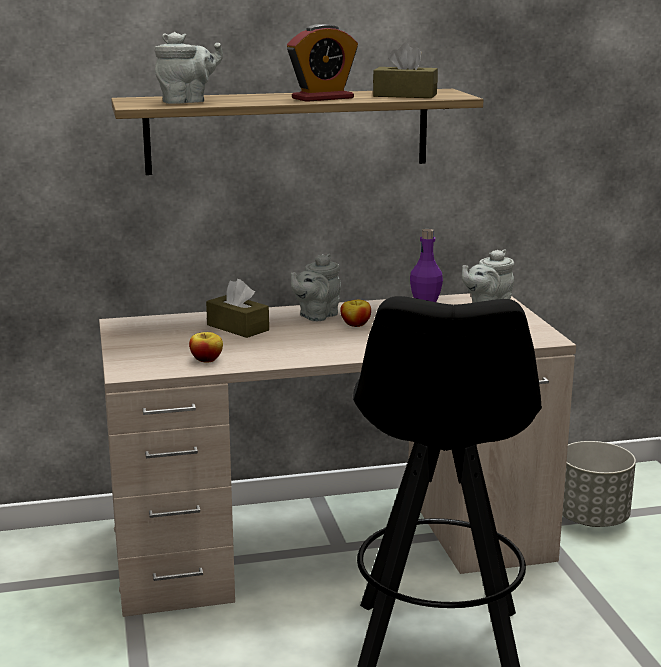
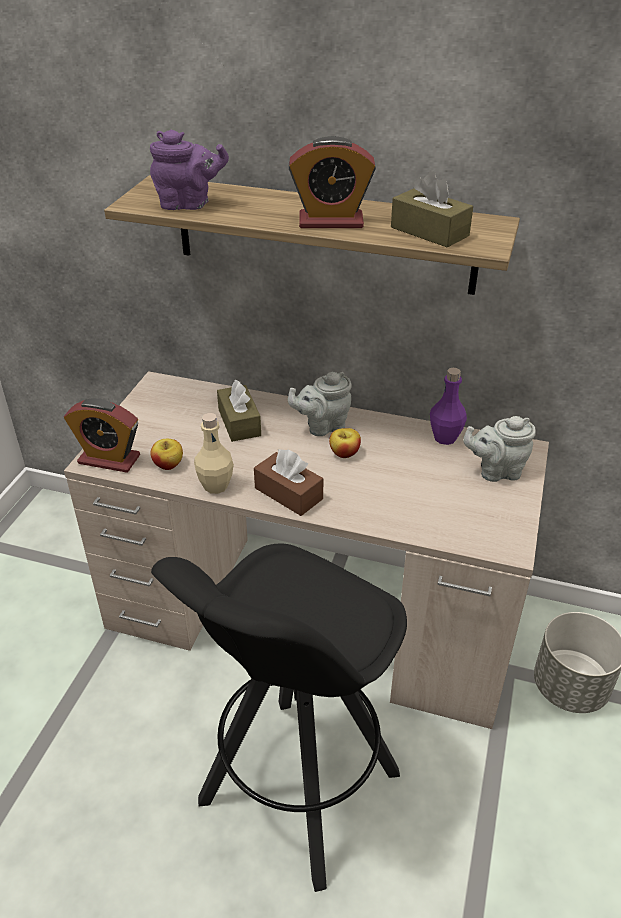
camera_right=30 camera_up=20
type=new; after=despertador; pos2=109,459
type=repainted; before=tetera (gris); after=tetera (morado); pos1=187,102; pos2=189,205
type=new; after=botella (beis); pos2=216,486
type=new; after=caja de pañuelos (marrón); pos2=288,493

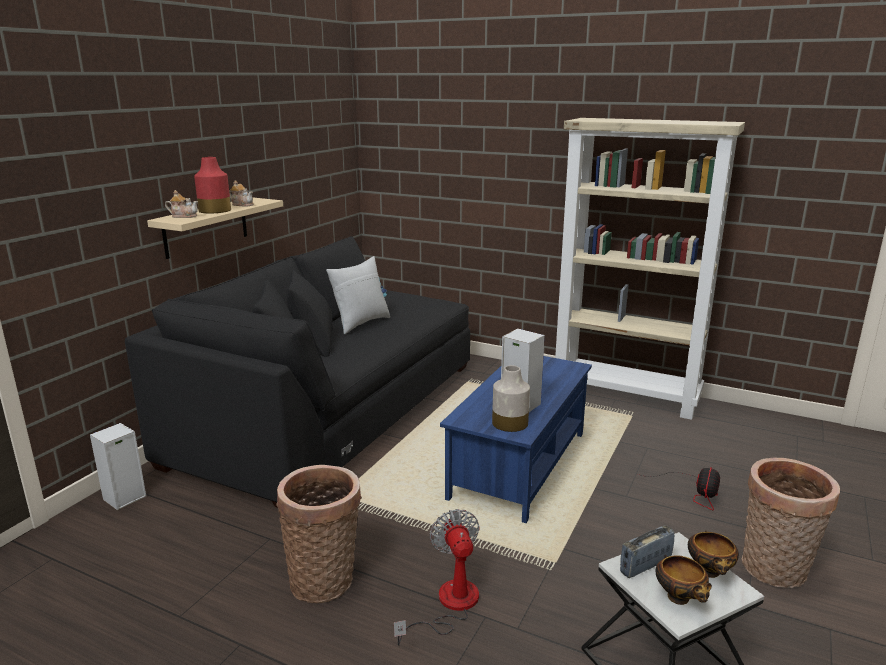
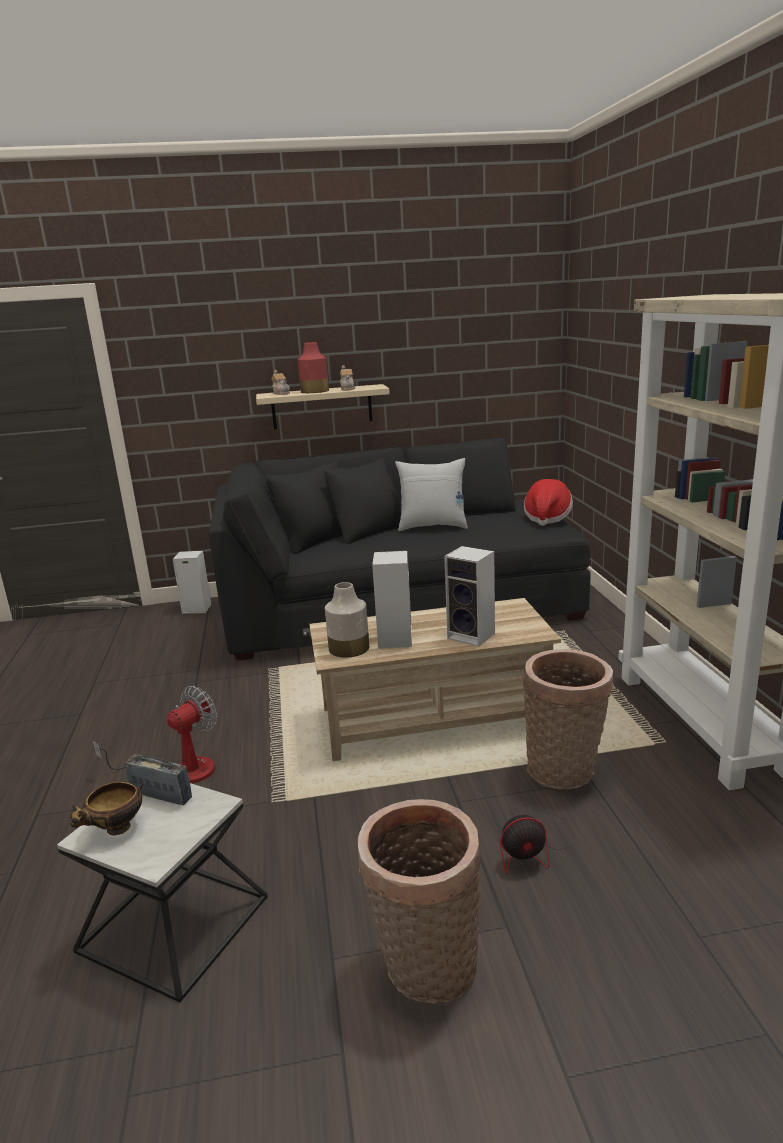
camera_right=55 camera_up=0
type=repainted; before=mesa de centro (azul); after=mesa de centro (beis); pos1=519,464; pos2=433,719
type=new; after=altavoz; pos2=473,636
type=shifted; before=cesta; pos1=325,579; pos2=564,770
type=new; after=sombrero; pos2=547,518
type=gone; before=cuenco; pos1=710,573

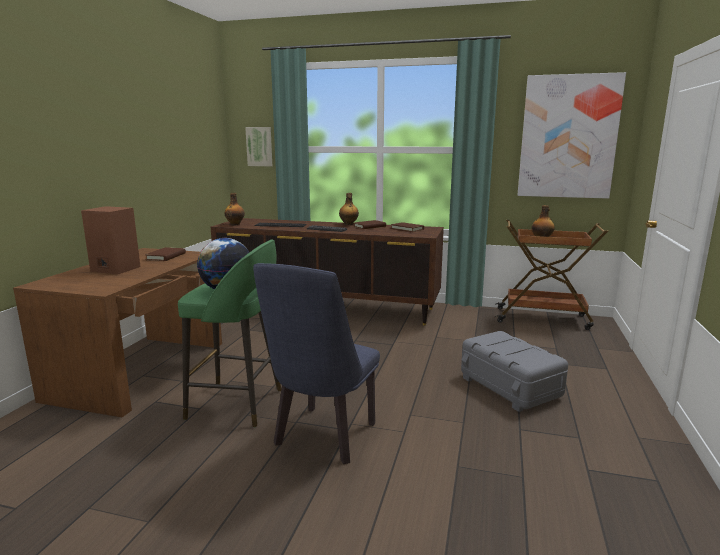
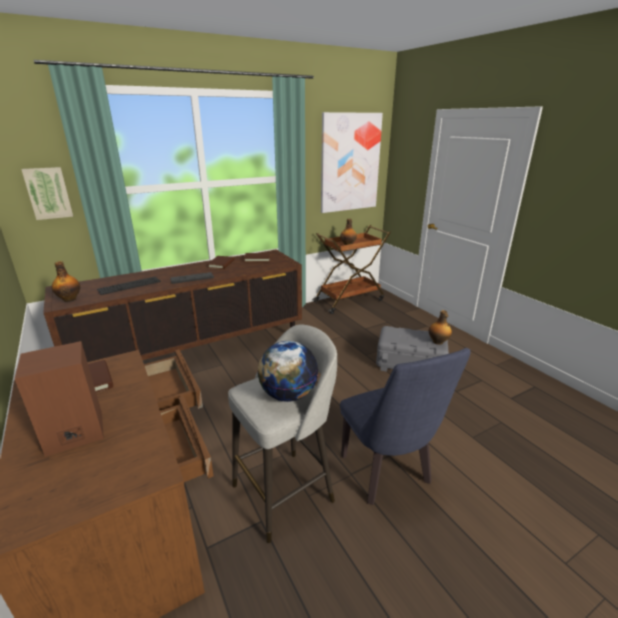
camera_right=-45 camera_up=10
type=repainted; before=taburete (verde); after=taburete (gris); pos1=238,404; pos2=285,492
type=shifted; before=botella; pos1=348,224; pos2=438,342

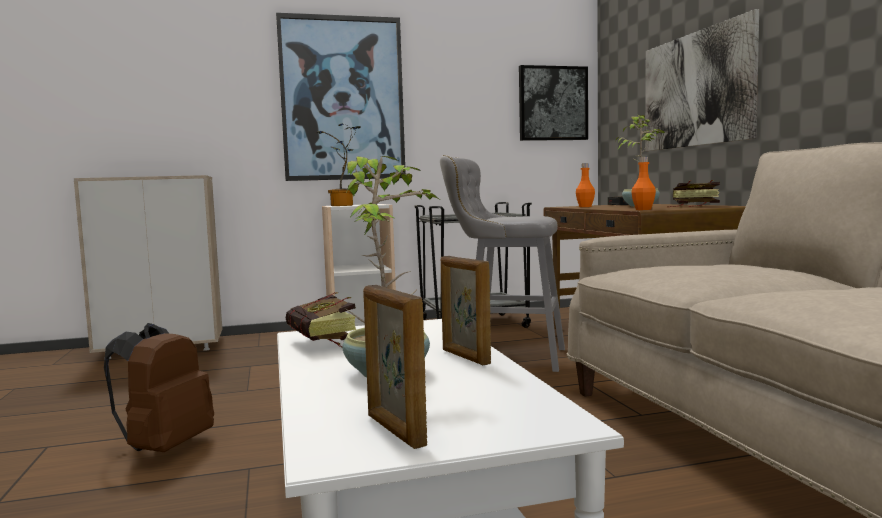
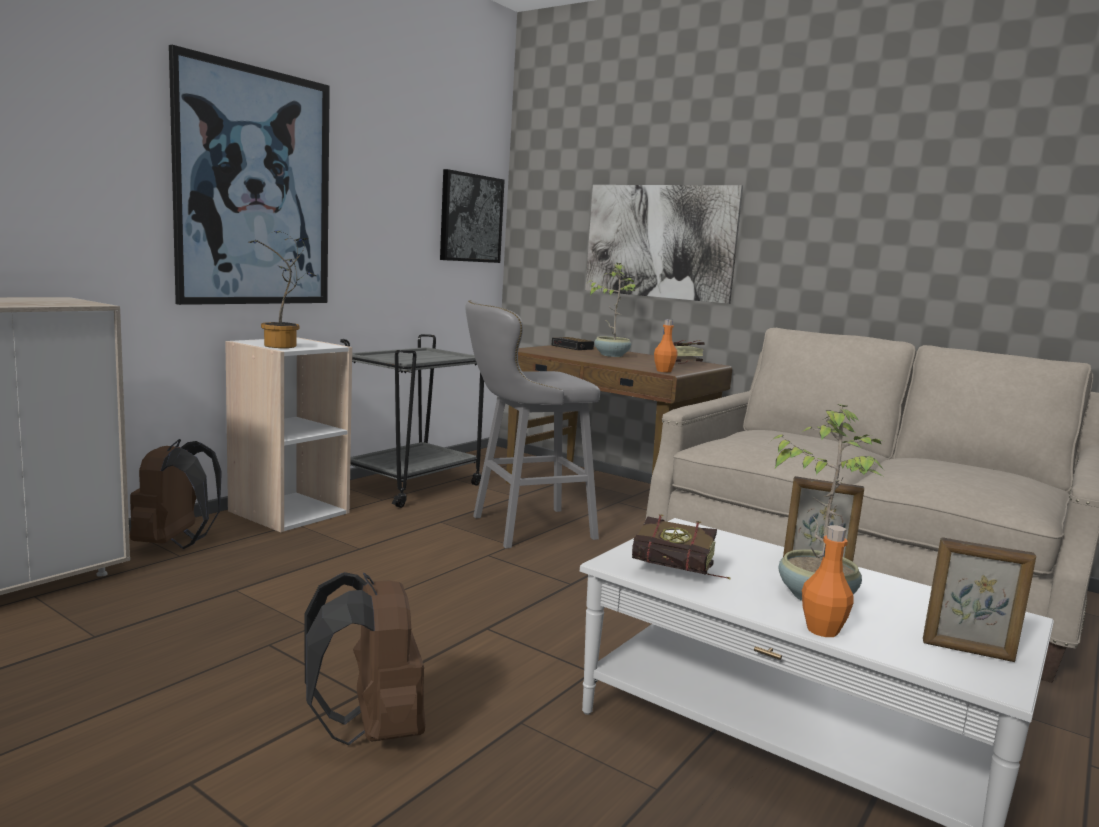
camera_right=-40 camera_up=5
type=new; after=mochila (marrón); pos2=174,543
type=shifted; before=botella (naranja); pos1=585,207; pos2=822,630

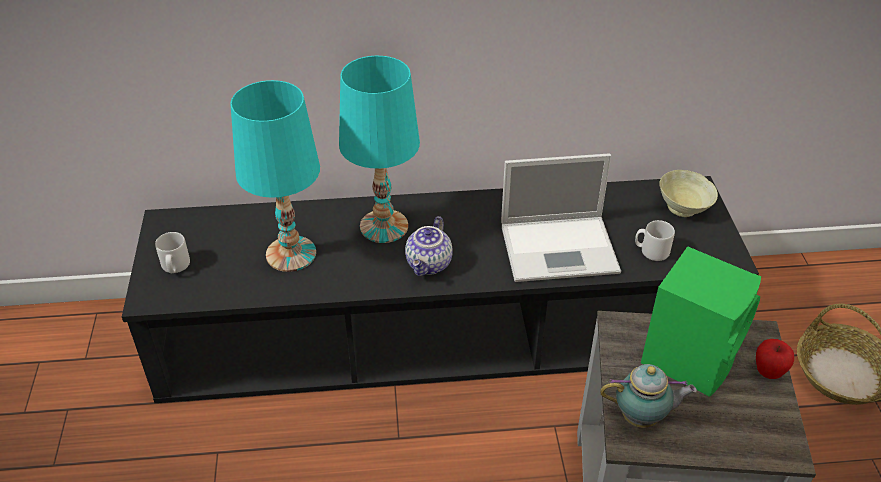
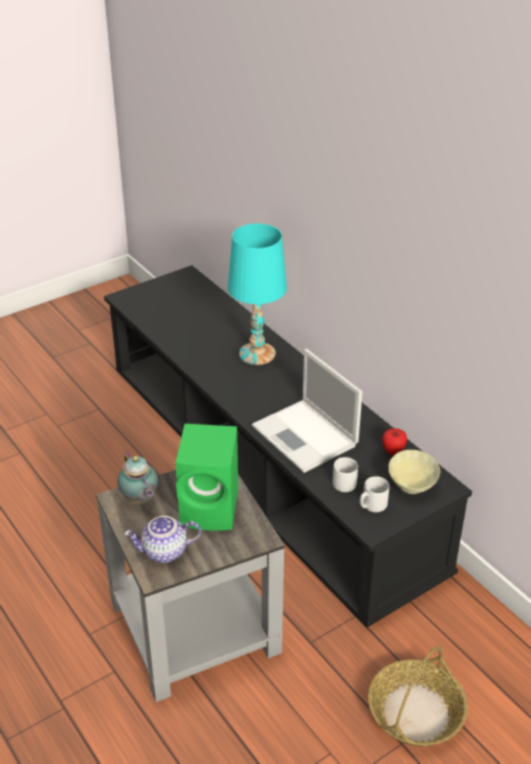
camera_right=60 camera_up=-5
type=shifted; before=tetera; pos1=430,264; pos2=164,552
type=shifted; before=taza grande (gris); pos1=175,266; pos2=372,505
type=shifted; before=manzana; pos1=768,372; pos2=393,452
type=gone; before=lámpara de mesa (turquesa); pos1=291,254

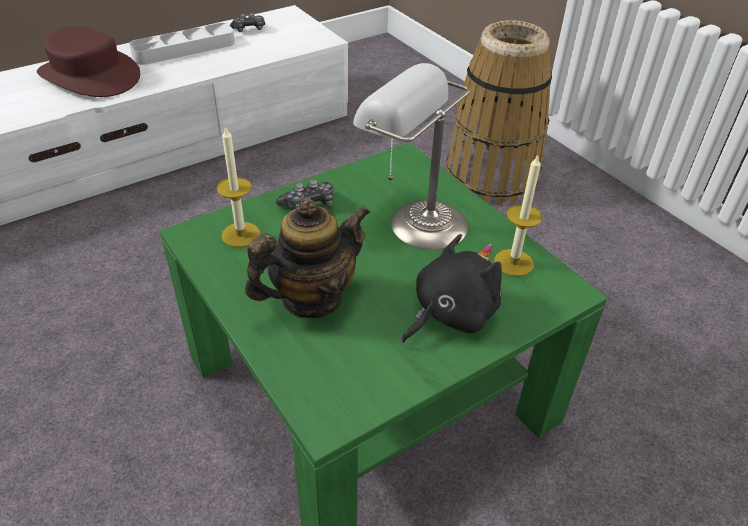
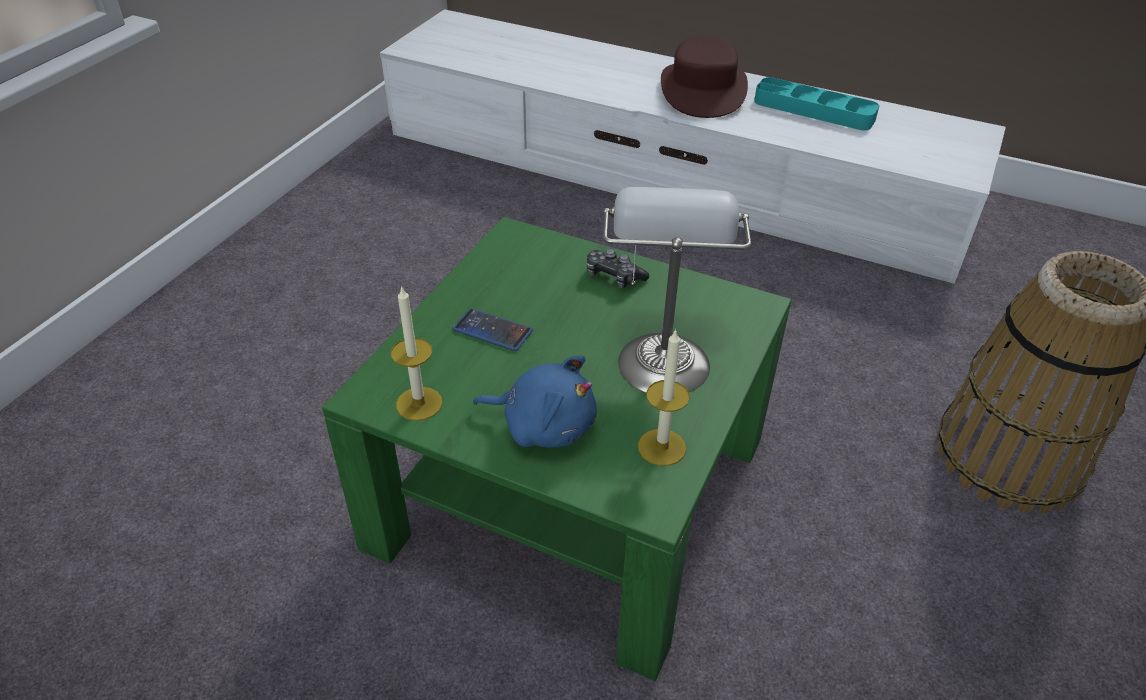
camera_right=60 camera_up=0
type=shifted; before=vela; pos1=241,234; pos2=419,403
type=swapped; before=tetera; after=móvil; pos1=311,298; pos2=492,330
type=repainted; before=peluche (negro); after=peluche (azul); pos1=450,313; pos2=544,425
type=repainted; before=bandeja (gris); after=bandeja (turquesa); pos1=184,49; pos2=813,110
type=gone; before=mando de consola; pos1=249,29

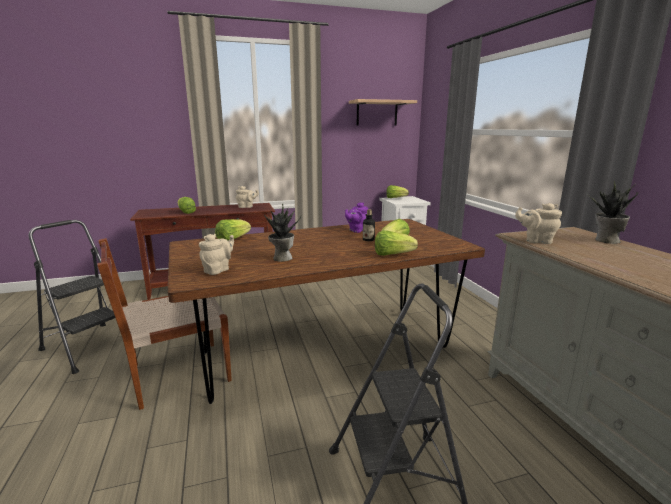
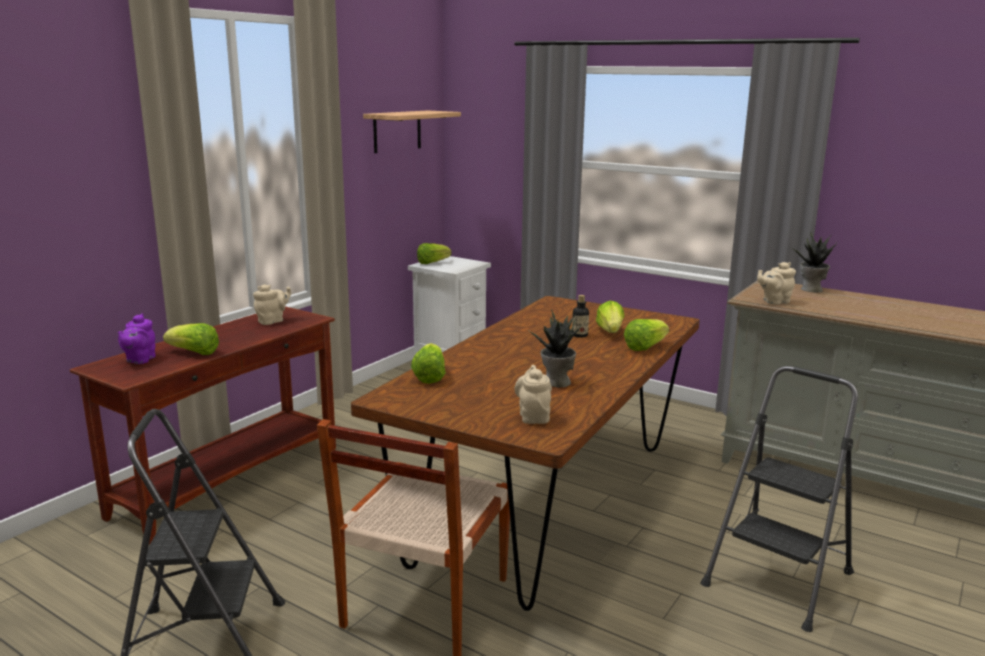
camera_right=-40 camera_up=0
type=shifted; before=tetera (morado); pos1=356,230; pos2=139,360

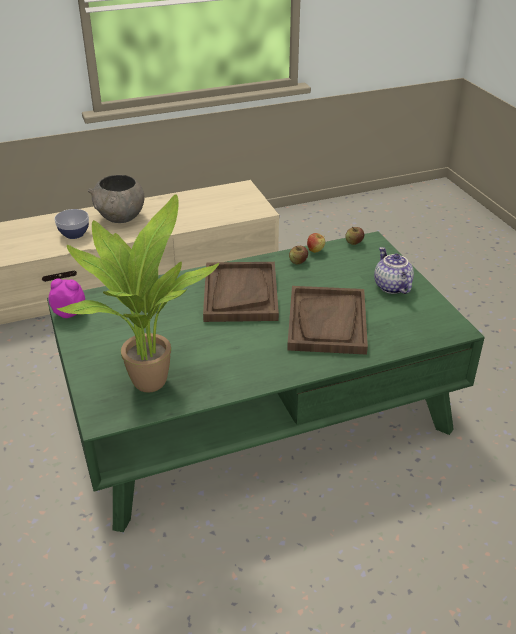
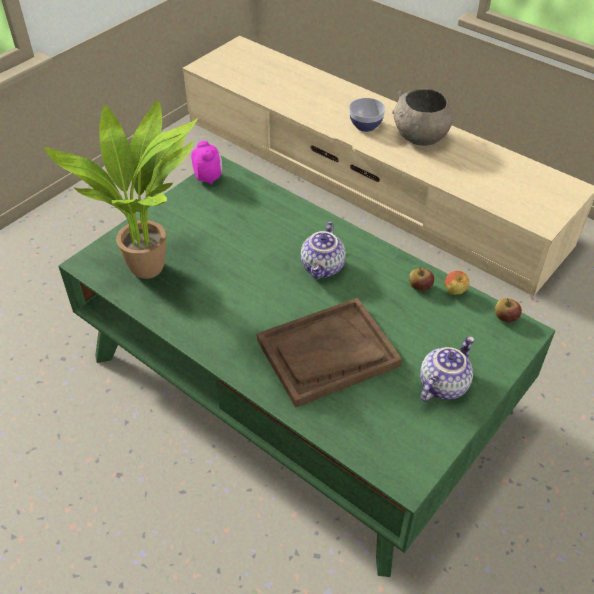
camera_right=60 camera_up=10
type=swapped; before=bandeja (marrón); after=tetera; pos1=240,293; pos2=323,268

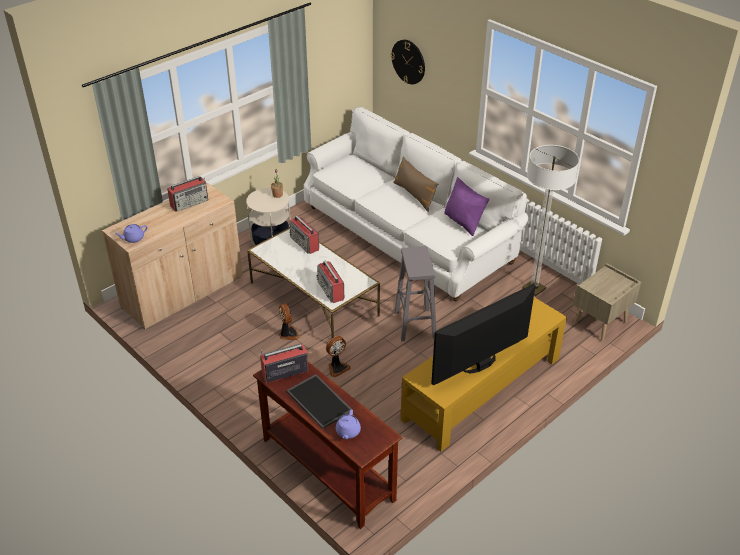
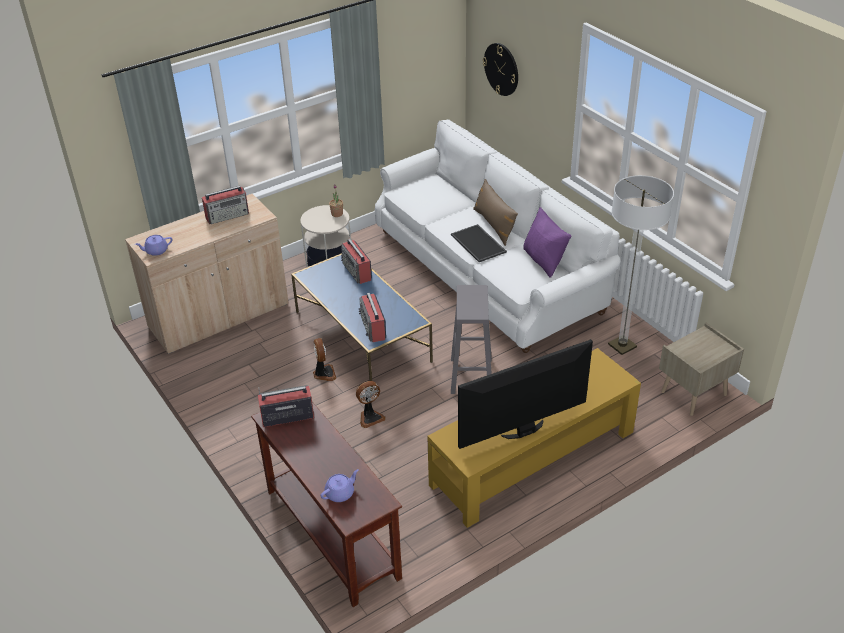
camera_right=10 camera_up=0
type=repainted; before=mesa de centro (blanco); after=mesa de centro (azul); pos1=314,299; pos2=362,336
type=rotated; before=tetera (morado); pos1=348,432; pos2=340,493; turn=-150
type=shifted; before=bandeja; pos1=320,401; pos2=479,243

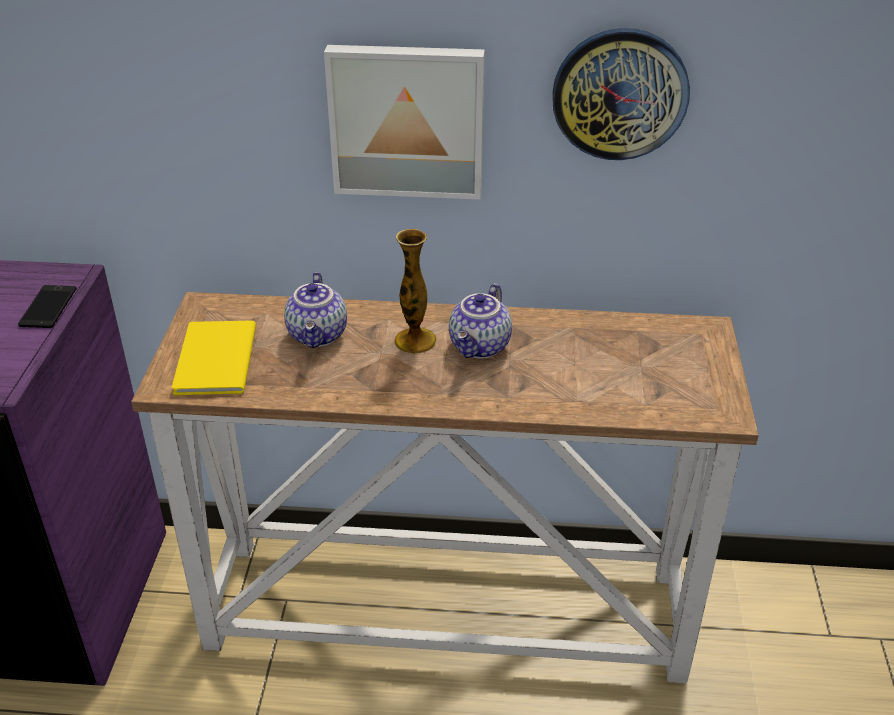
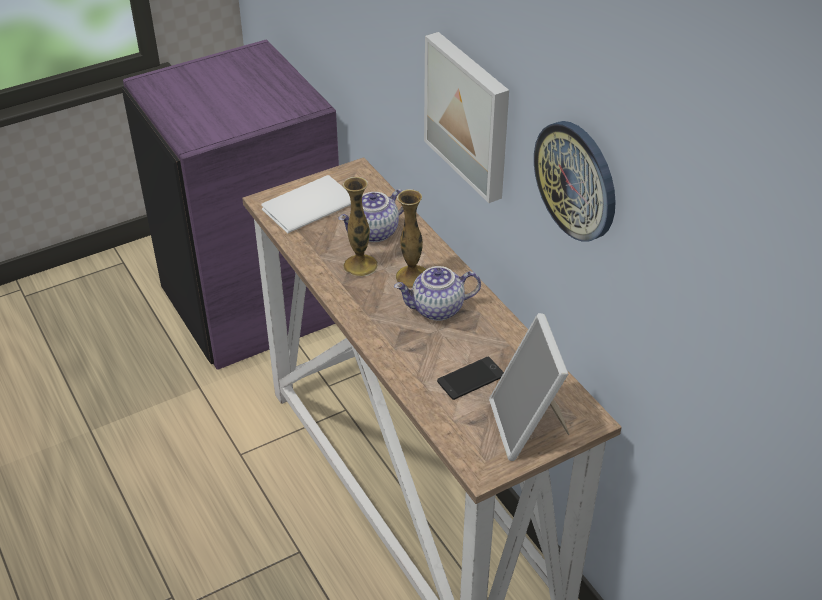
camera_right=55 camera_up=5
type=repainted; before=libro (amarillo); after=libro (blanco); pos1=212,361; pos2=305,205
type=new; after=florero; pos2=360,265
type=shifted; before=móvil; pos1=48,307; pos2=471,379
type=new; after=portarretratos; pos2=528,427

